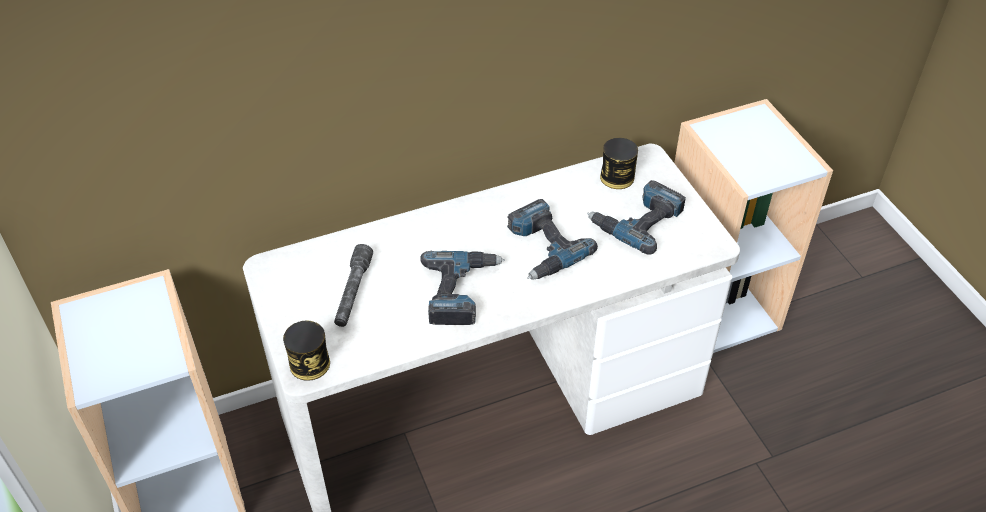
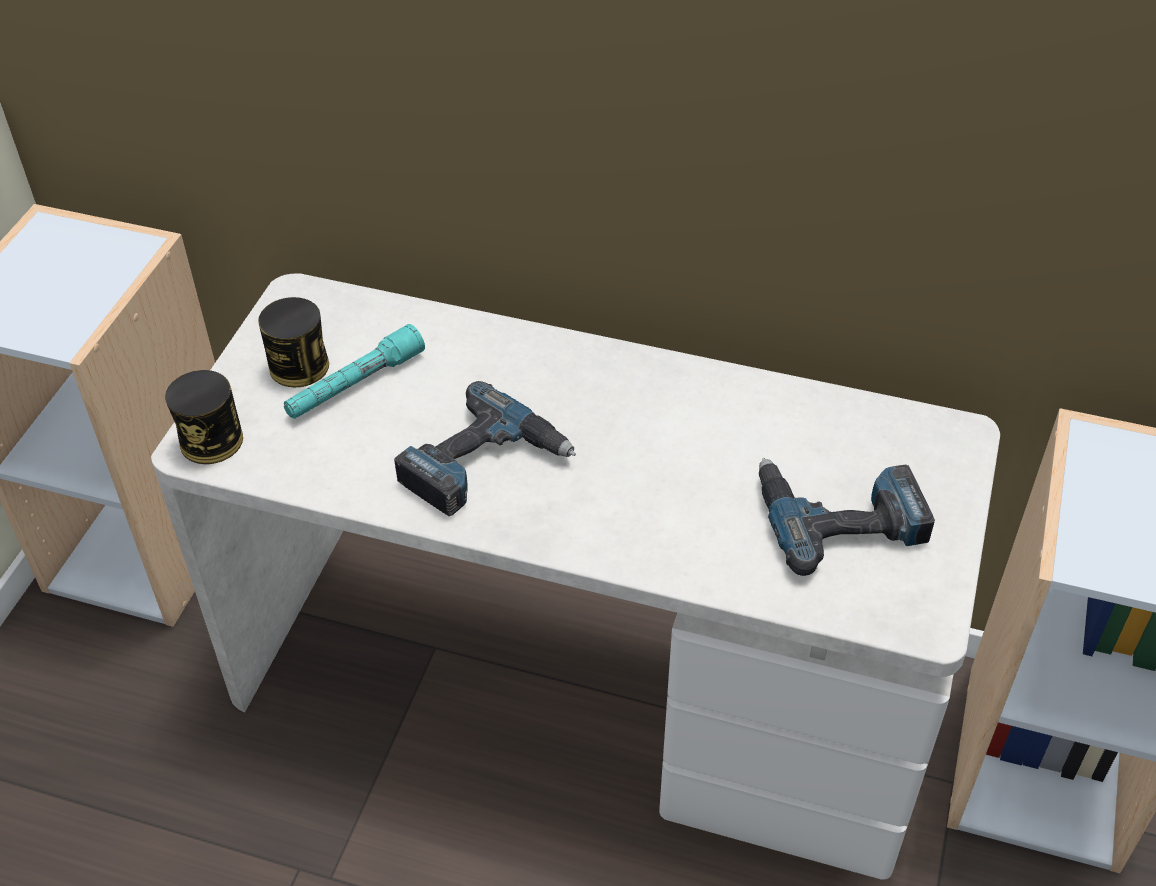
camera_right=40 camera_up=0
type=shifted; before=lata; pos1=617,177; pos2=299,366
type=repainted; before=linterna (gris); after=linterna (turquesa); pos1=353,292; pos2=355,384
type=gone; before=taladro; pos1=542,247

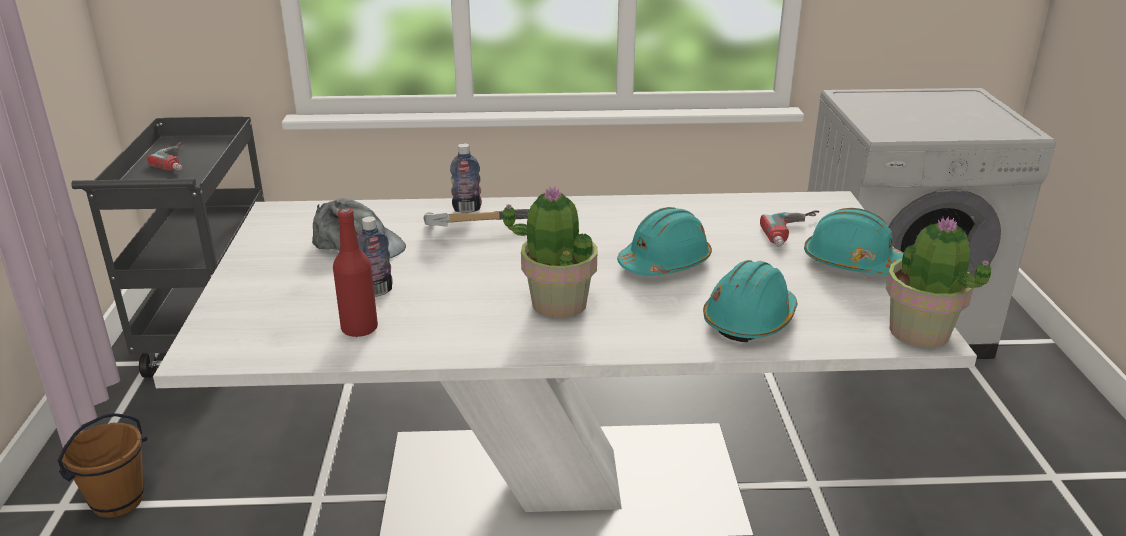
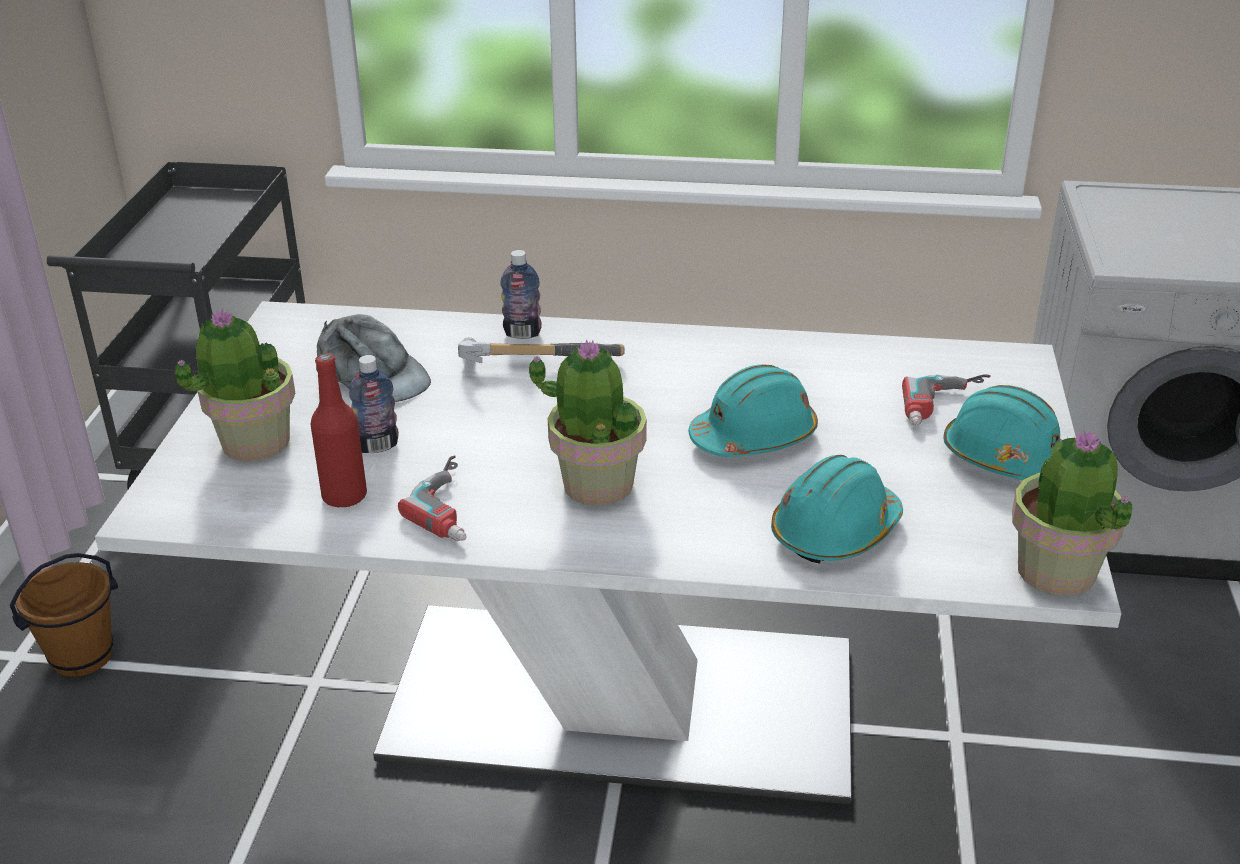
camera_right=10 camera_up=5
type=new; after=planta en maceta; pos2=254,443
type=shifted; before=taladro; pos1=180,160; pos2=457,505

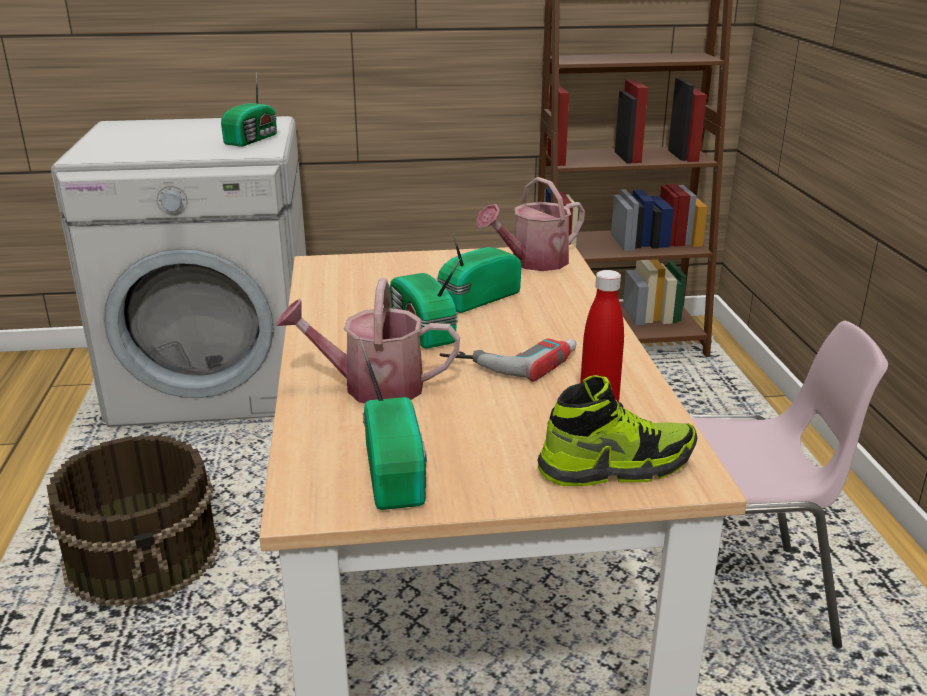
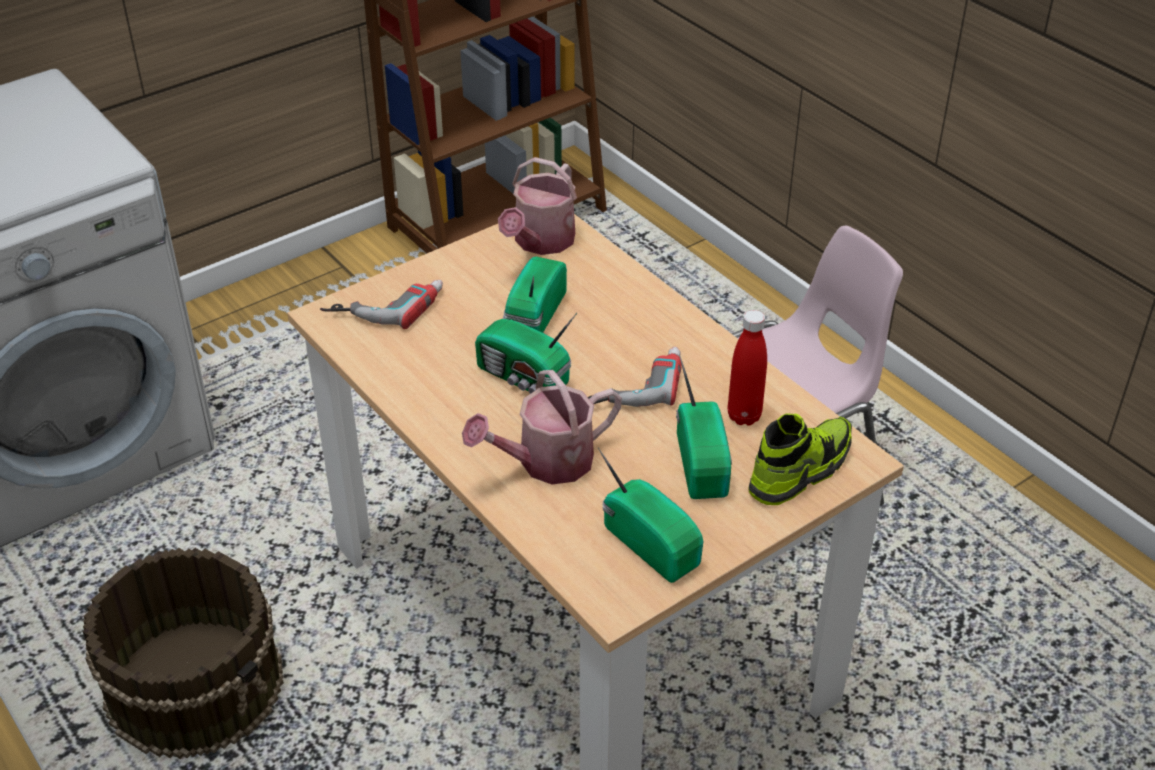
camera_right=-30 camera_up=15
type=new; after=taladro; pos2=385,303
type=shifted; before=radio; pos1=253,139; pos2=704,463

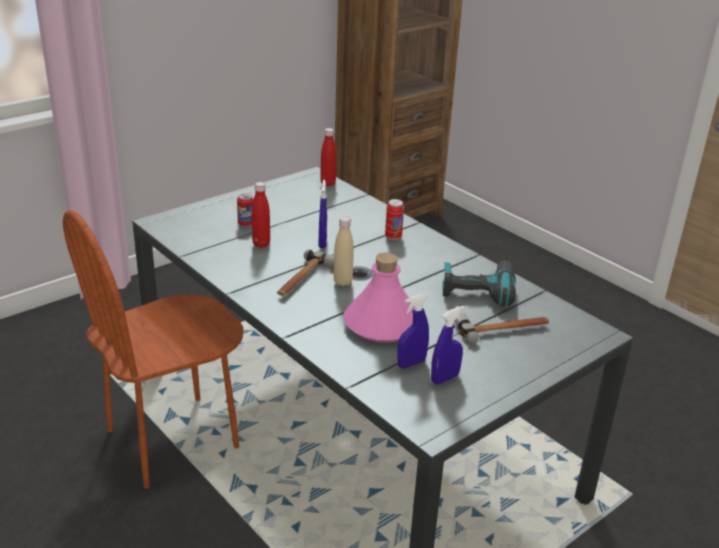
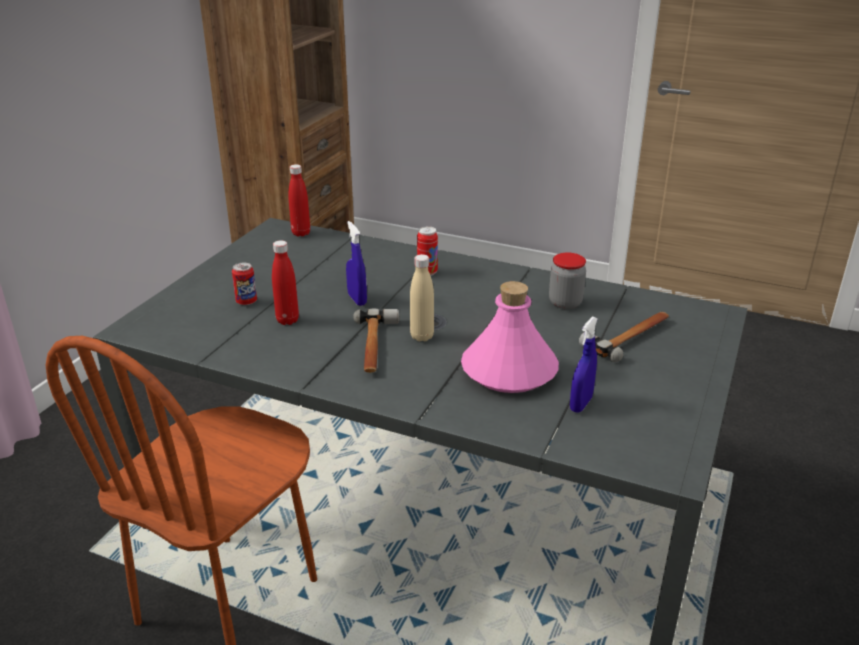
camera_right=-25 camera_up=0
type=swapped; before=taladro; after=tarro; pos1=478,289; pos2=565,303
type=gone; before=pulverizador (azul); pos1=445,378

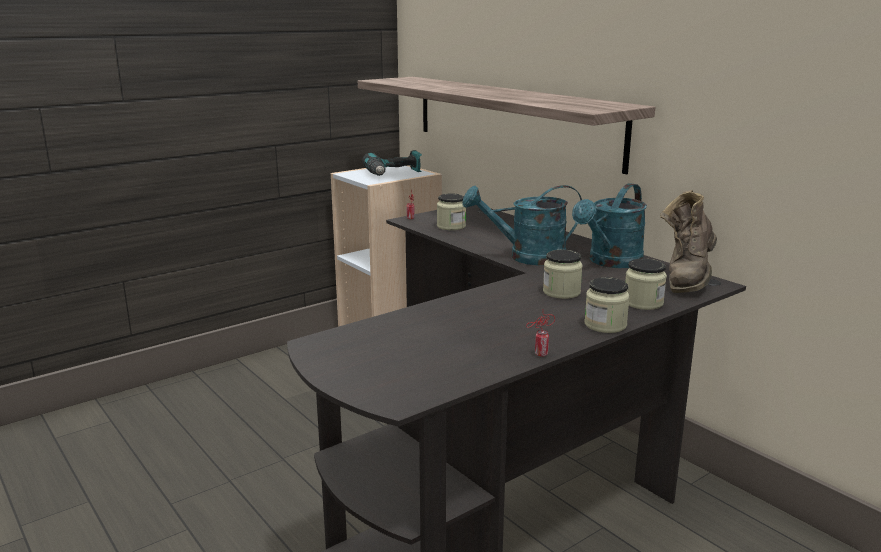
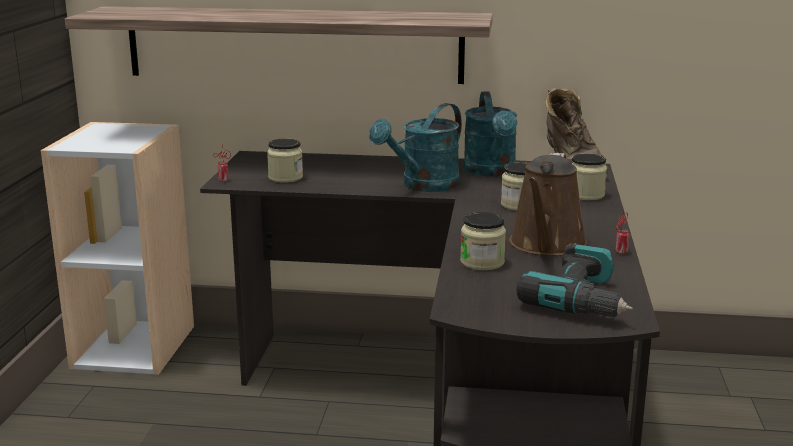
camera_right=-45 camera_up=0
type=shifted; before=tarro; pos1=605,325; pos2=482,262
type=new; after=regadera (marrón); pos2=546,245
type=shifted; before=taladro; pos1=394,173; pos2=582,300

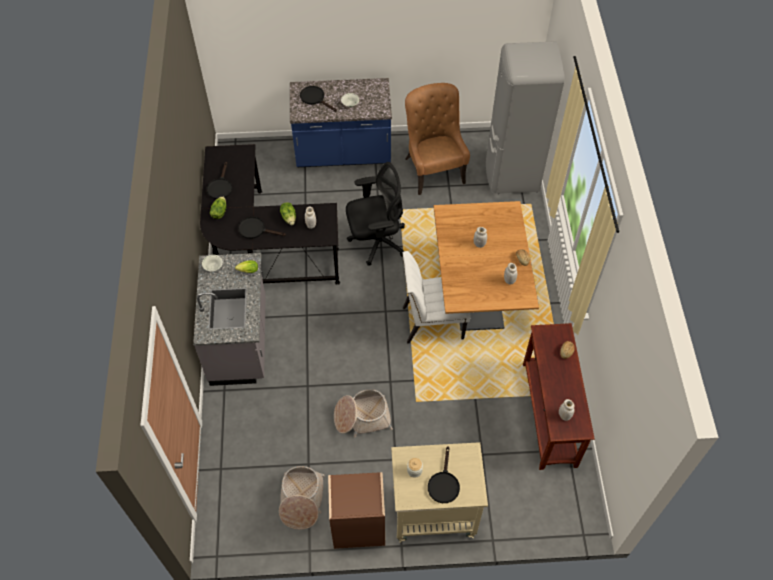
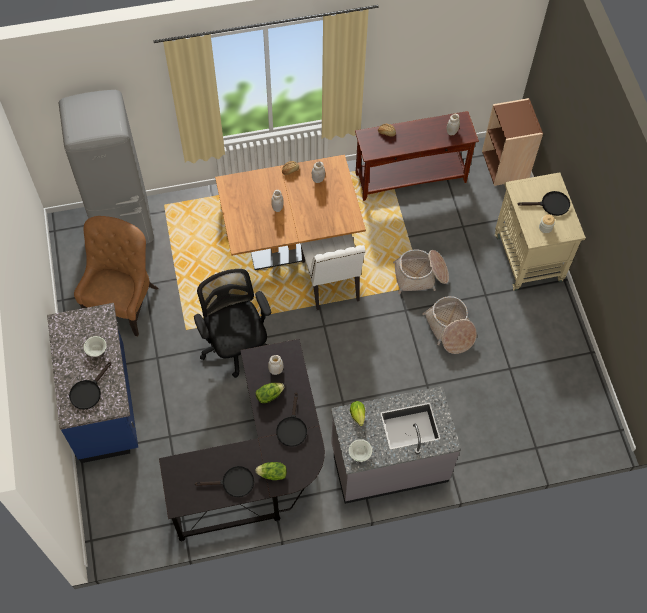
camera_right=-100 camera_up=5
type=rotated; before=silla (marrón); pos1=433,170; pos2=123,302; turn=135
type=shifted; before=cesta; pos1=301,500; pos2=421,276
type=shifted; before=estantería (marrón); pos1=358,527; pos2=505,165

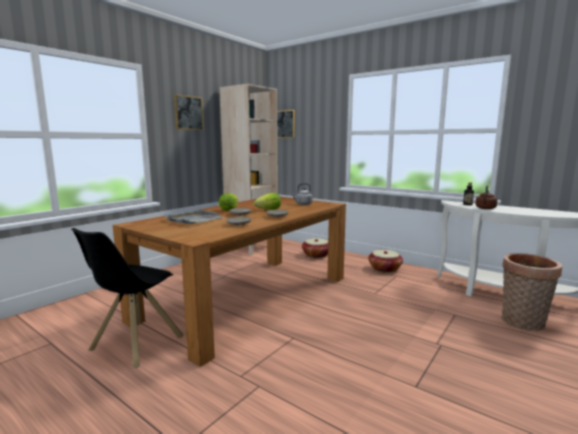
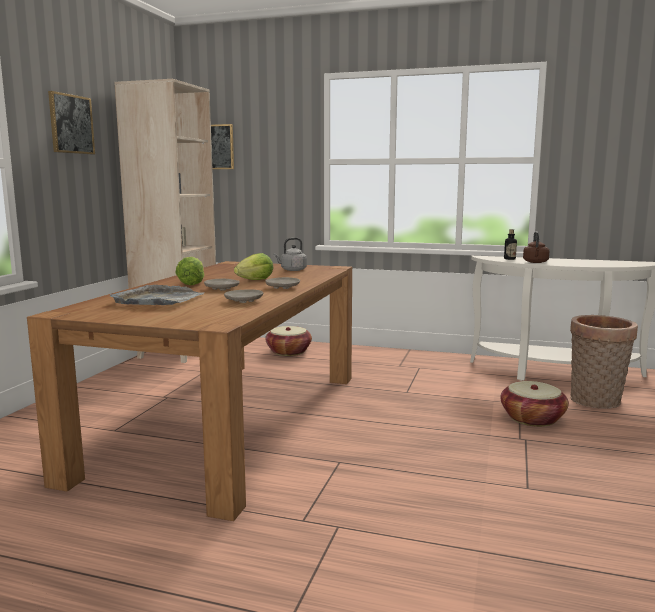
camera_right=-20 camera_up=0
type=shifted; before=cesta; pos1=384,269; pos2=532,419
type=gone; before=silla (negro); pos1=135,344

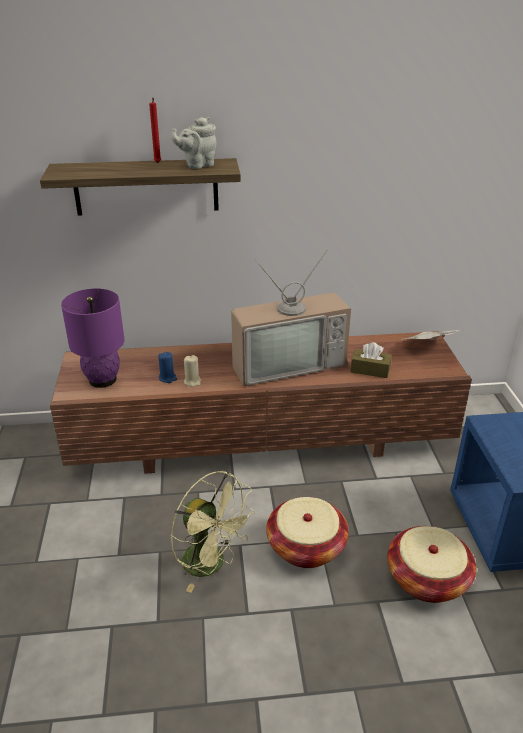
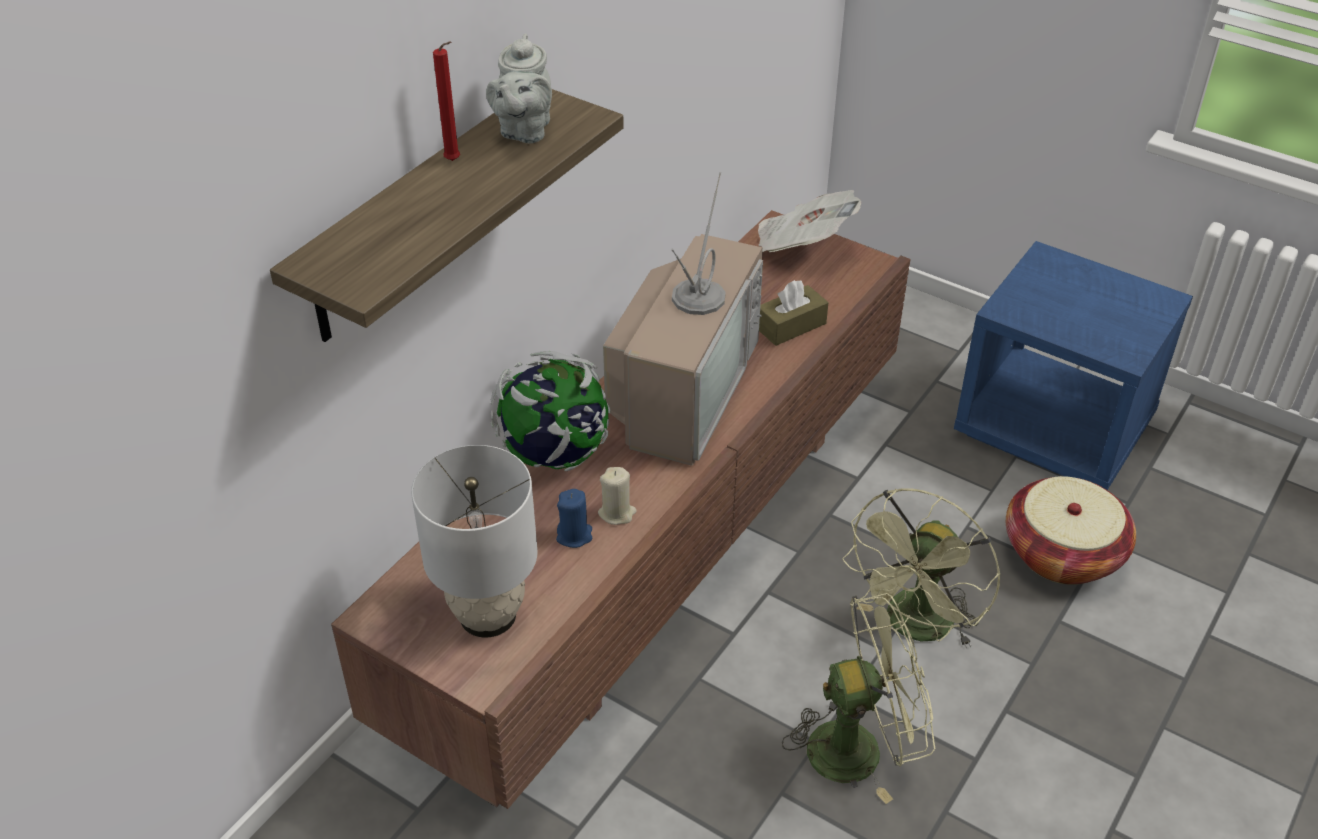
camera_right=-50 camera_up=10
type=repainted; before=lámpara de mesa (morado); after=lámpara de mesa (blanco); pos1=102,380; pos2=487,615
type=new; after=globo terráqueo; pos2=554,455
type=swapped; before=cesta; after=ventilador (verde); pos1=306,547; pos2=915,628

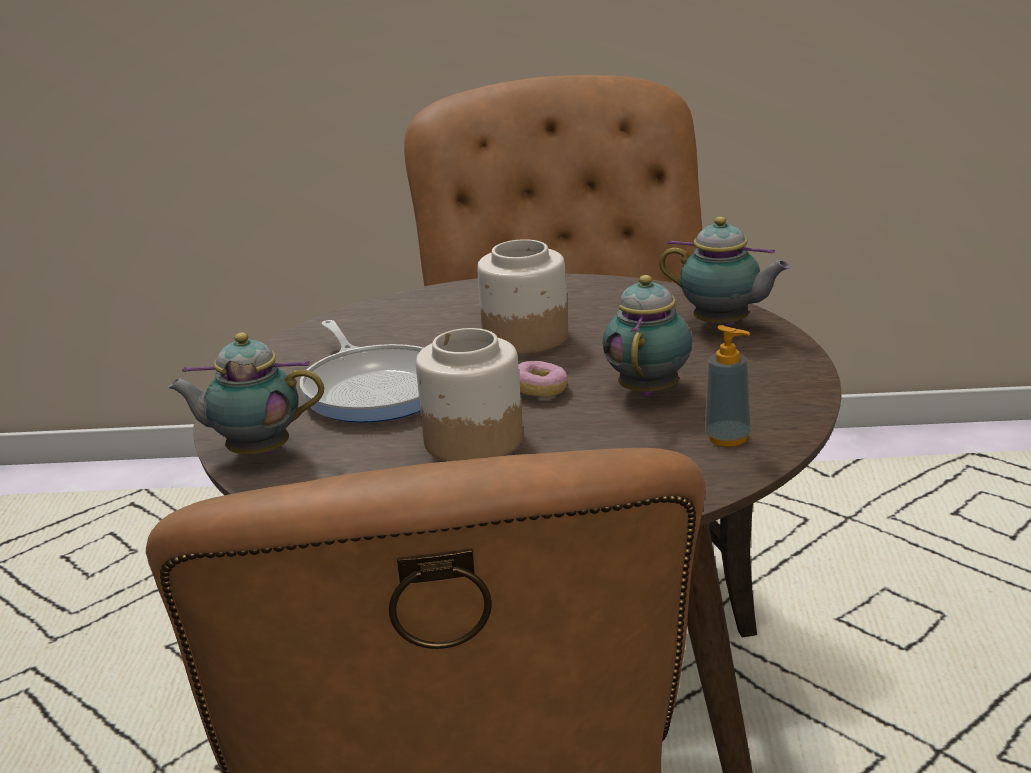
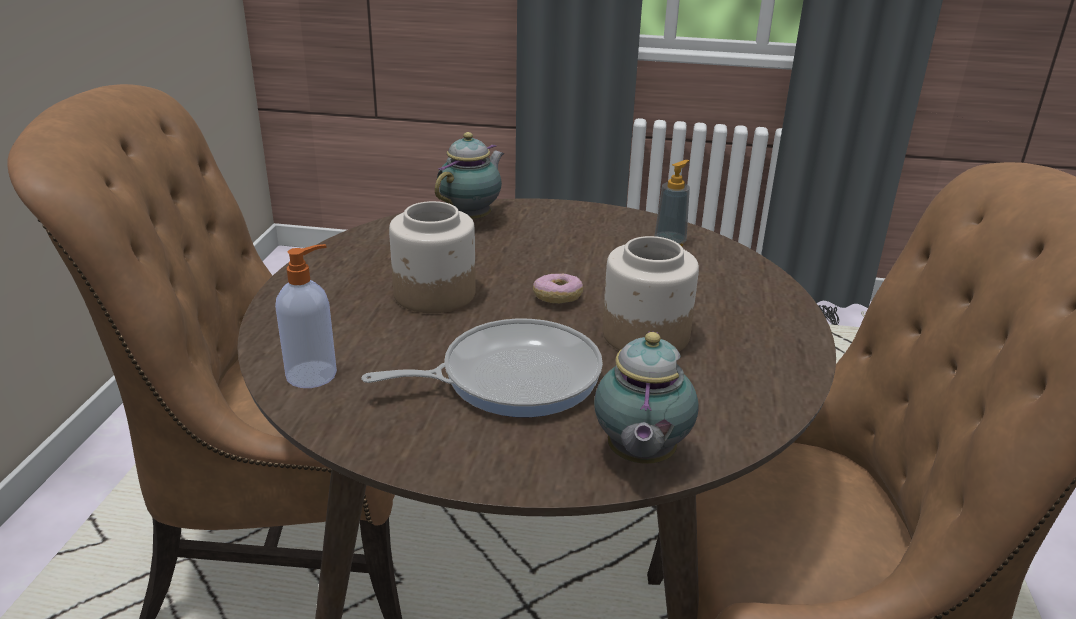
camera_right=-85 camera_up=5
type=new; after=dispensador de jabón; pos2=313,374
type=gone; before=tetera; pos1=650,390

